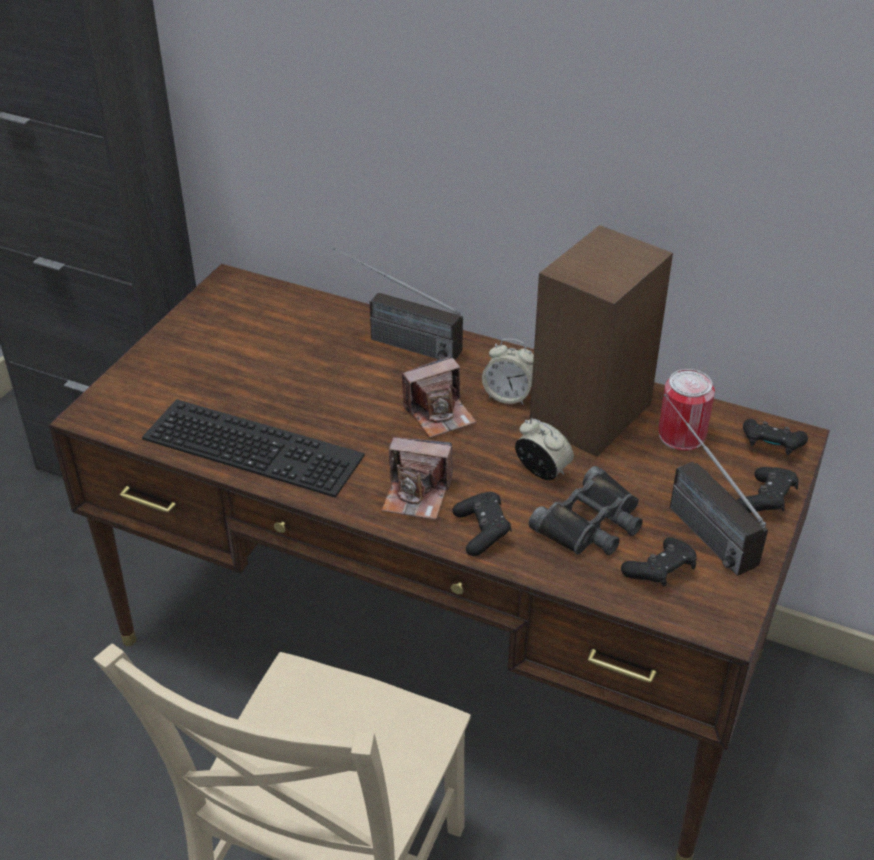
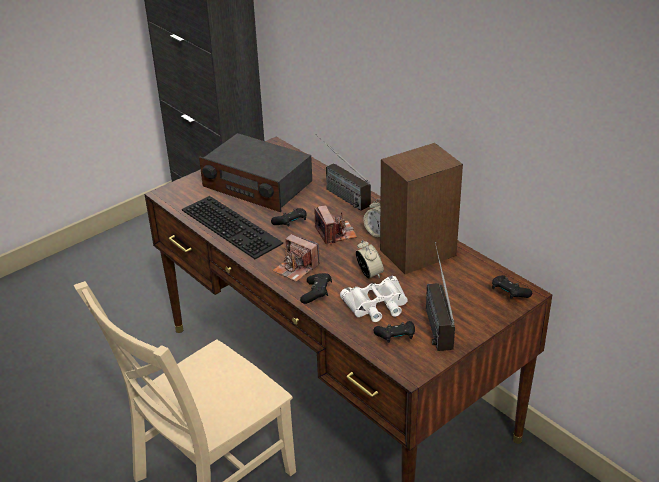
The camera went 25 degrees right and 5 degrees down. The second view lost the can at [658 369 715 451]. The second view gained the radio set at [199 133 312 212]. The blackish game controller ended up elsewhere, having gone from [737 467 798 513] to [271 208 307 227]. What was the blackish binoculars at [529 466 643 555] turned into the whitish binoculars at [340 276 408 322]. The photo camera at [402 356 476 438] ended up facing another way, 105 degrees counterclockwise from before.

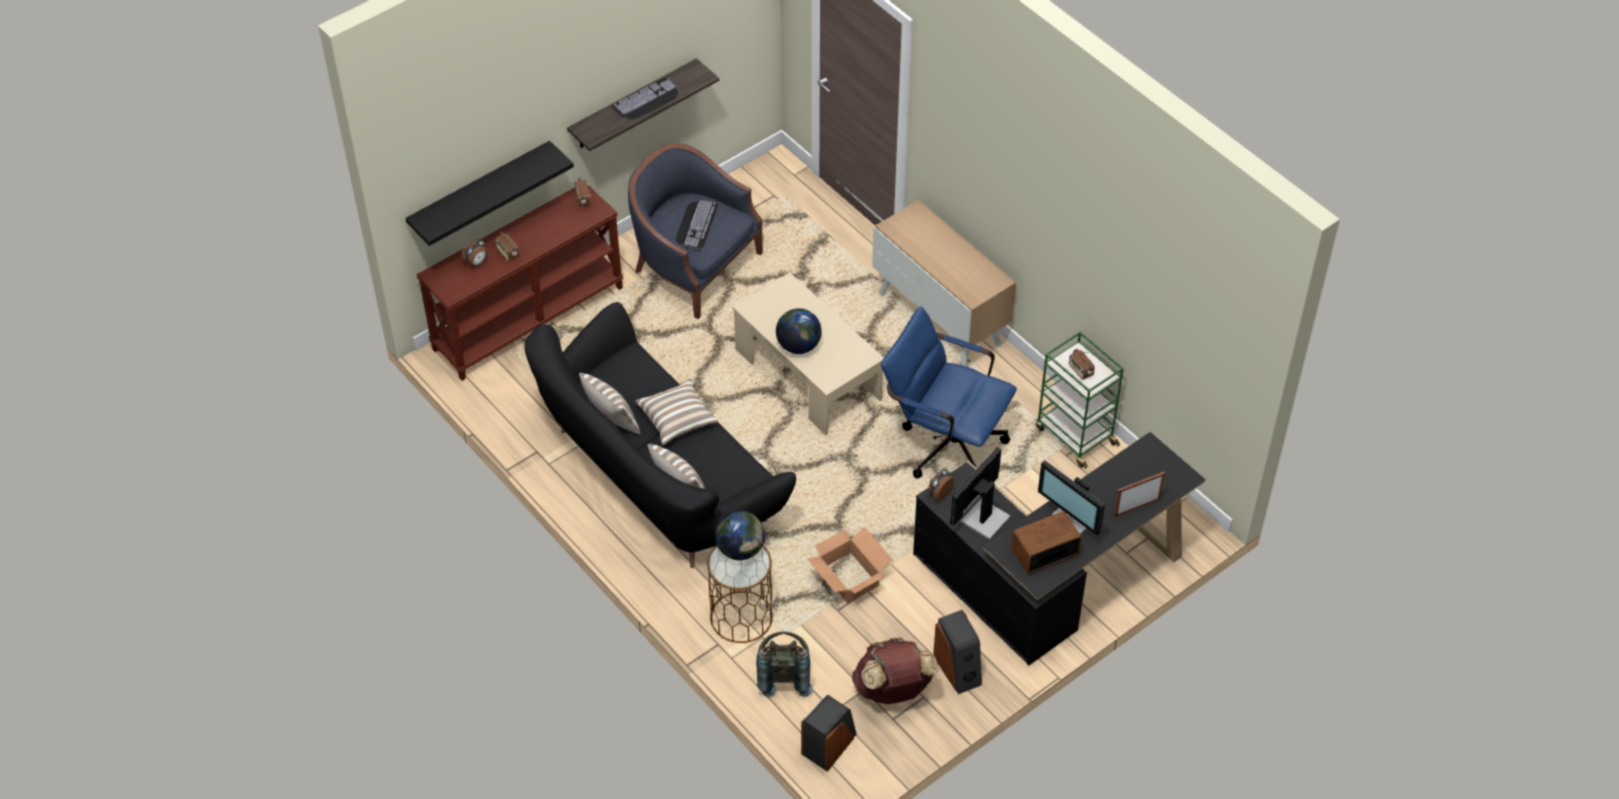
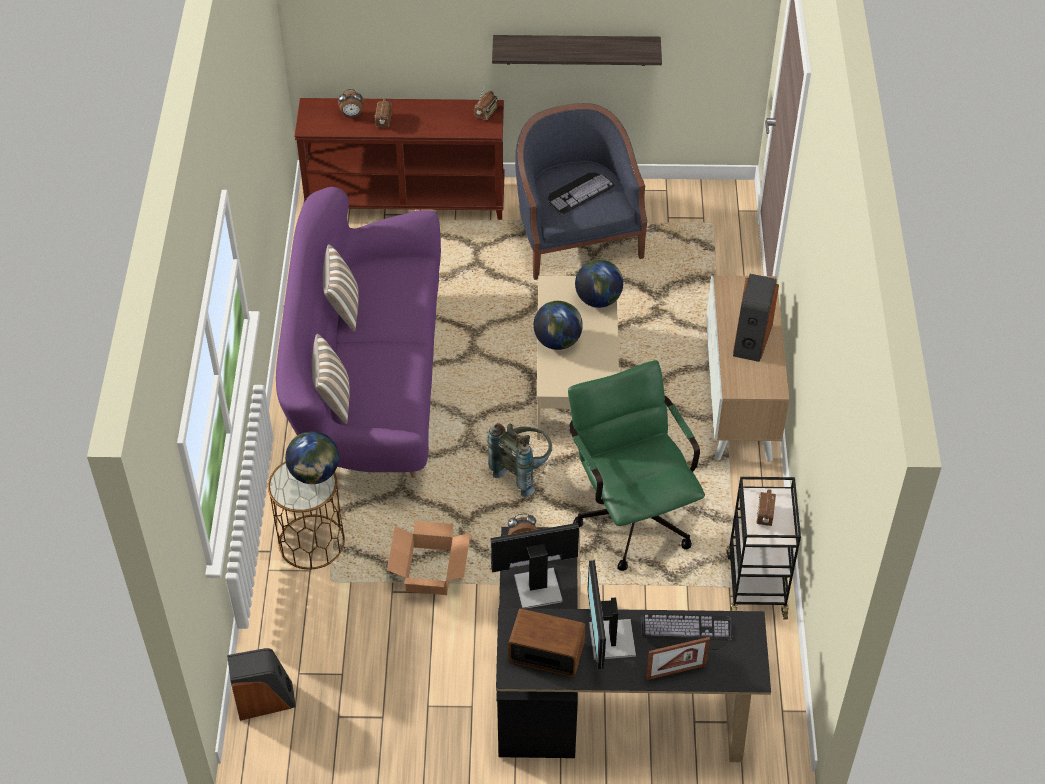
The camera went 40 degrees right and 0 degrees up. The second view lost the blackish bracket shelf at [405 141 574 246]. The second view lost the pillow at [635 379 718 445]. The second view lost the brownish rucksack at [852 637 939 704]. The second view gained the world globe at [575 259 623 308]. The computer keyboard ended up elsewhere, having gone from [612 78 679 119] to [642 614 732 650]. The grey rucksack ended up elsewhere, having gone from [756 631 813 697] to [487 423 552 497]. The audio speaker ended up elsewhere, having gone from [933 610 982 694] to [733 274 779 362]. What was the blackish sofa at [524 302 796 568] turned into the purple-coloured sofa at [276 187 441 478]. What was the blue computer chair at [881 306 1017 478] turned into the greenish computer chair at [568 360 705 571]. What was the greenish trolley at [1036 332 1124 468] turned into the blackish trolley at [726 477 801 620]. The standing frame at [1114 472 1165 517] ended up facing another way, 150 degrees clockwise from before.

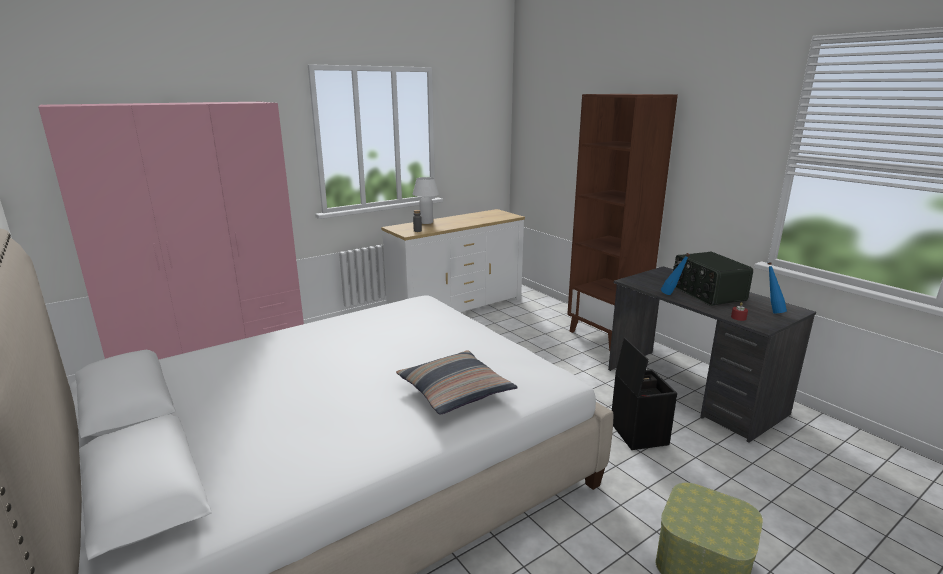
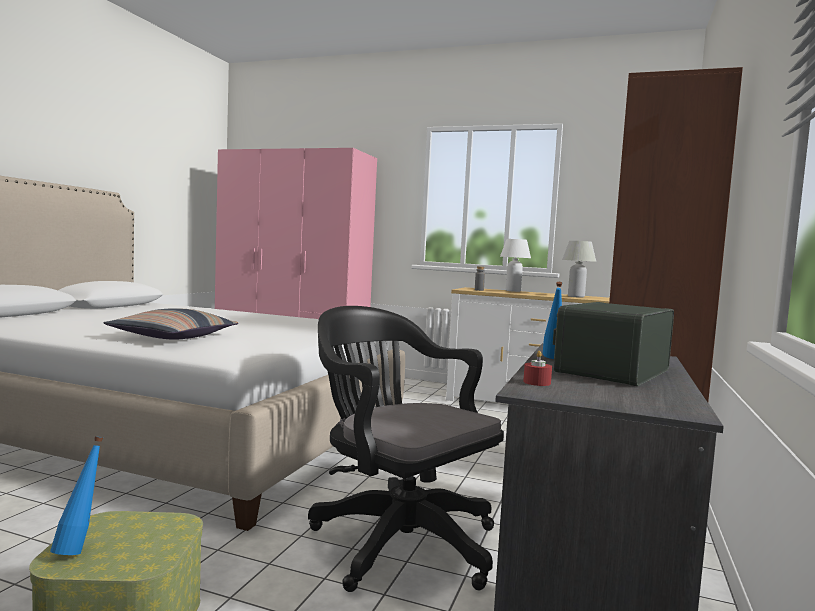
The camera went 55 degrees right and 15 degrees down. The second view gained the whitish table lamp at [562 241 596 298]. The blue bottle ended up elsewhere, having gone from [768 262 787 313] to [50 436 103 555]. Where the blackish storage container stood at [612 338 677 450], the blackish computer chair came to stand at [308 306 504 592].

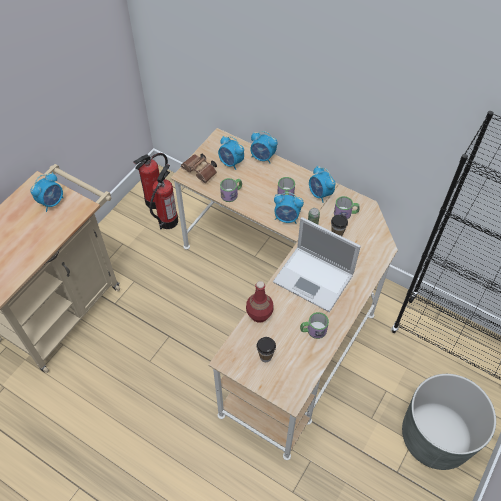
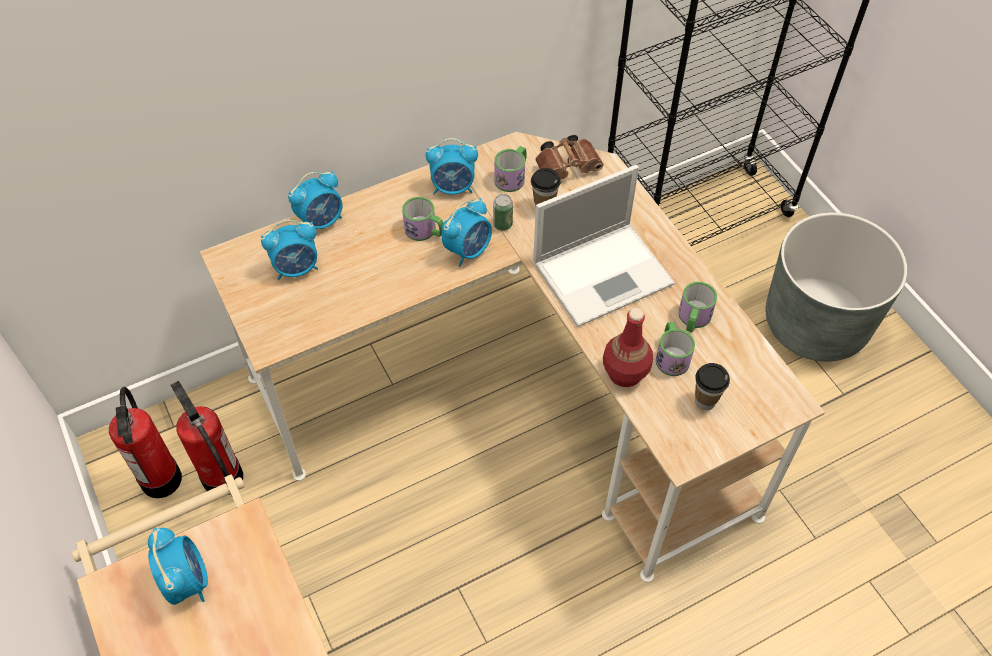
The camera went 60 degrees left and 0 degrees up. The brownish binoculars ended up elsewhere, having gone from [181 154 217 183] to [535 135 604 180]. The mug ended up elsewhere, having gone from [220 178 242 202] to [656 322 695 376].

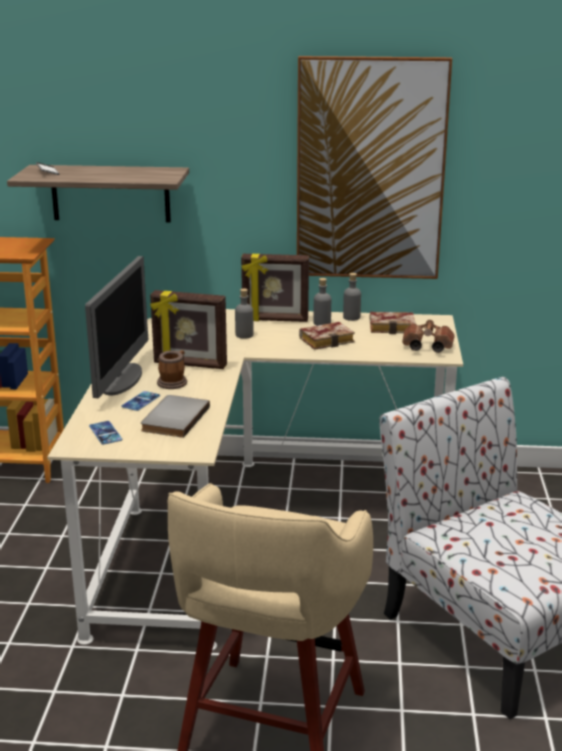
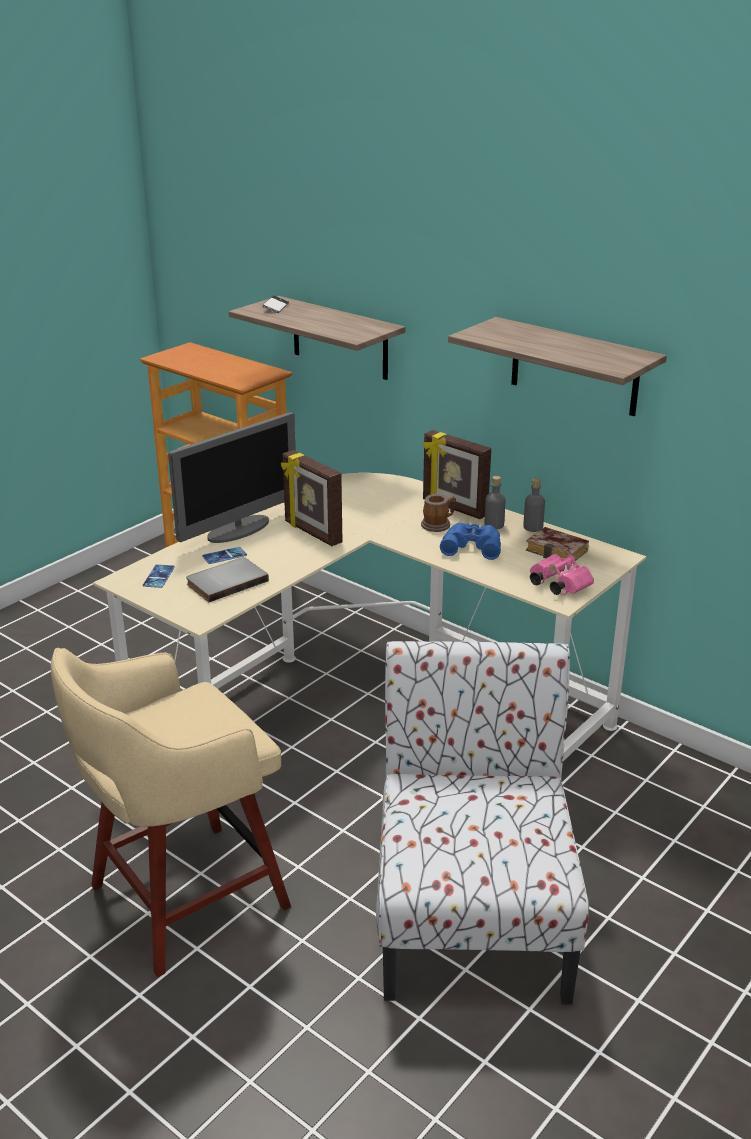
The camera went 35 degrees right and 5 degrees up. The second view lost the grey bottle at [235 289 253 339]. The mug ended up elsewhere, having gone from [157 350 187 389] to [421 494 456 532]. Where the wall picture hung at [297 56 452 279], the bracket shelf came to hang at [448 317 667 416]. Where the bound book stood at [299 322 355 350], the blue binoculars came to stand at [440 522 501 560]. What was the brownish binoculars at [402 320 455 353] turned into the pink binoculars at [530 554 594 595].

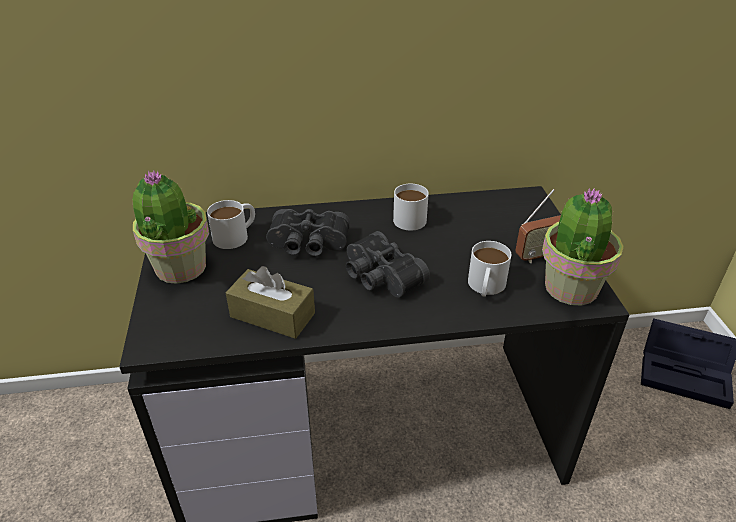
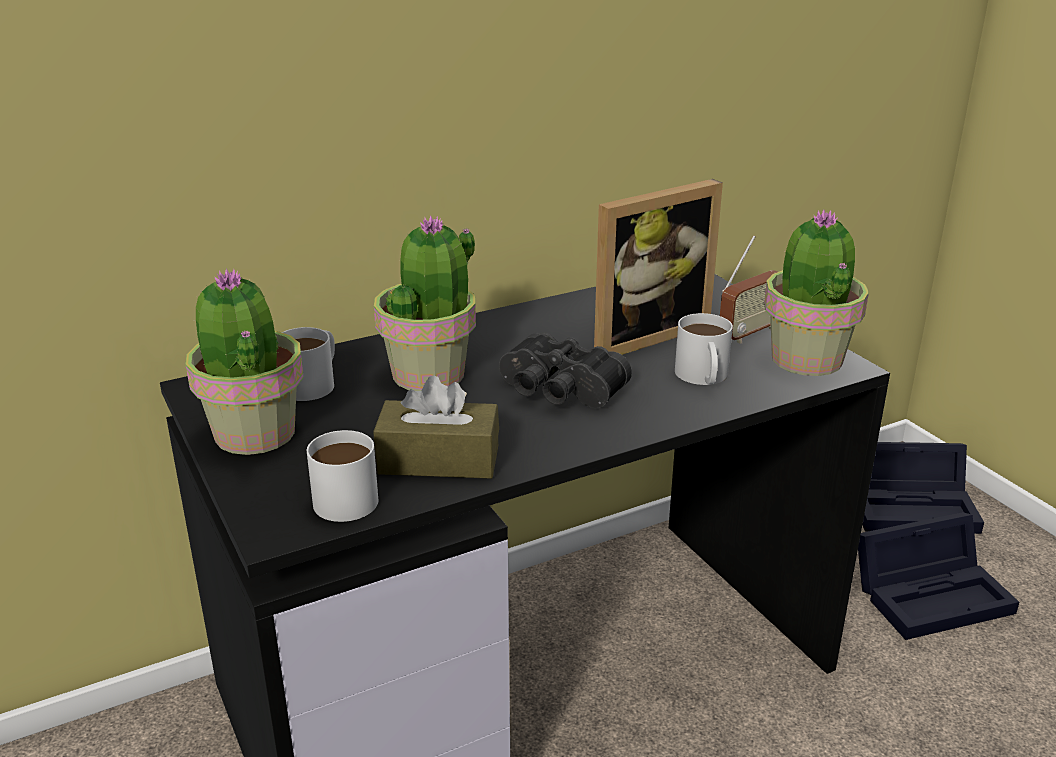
The camera went 20 degrees left and 10 degrees down. The second view gained the standing frame at [594 179 723 355]. The second view gained the blackish storage container at [858 512 1019 640]. The whitish mug ended up elsewhere, having gone from [393 184 429 230] to [307 430 378 522]. Where the blackish binoculars stood at [266 209 350 256], the potted plant came to stand at [374 215 476 391].

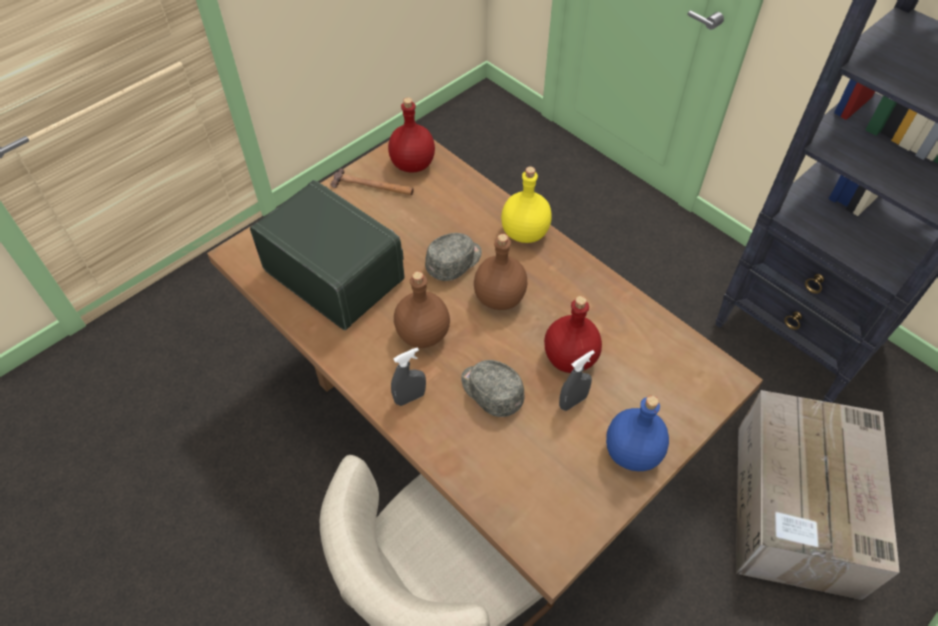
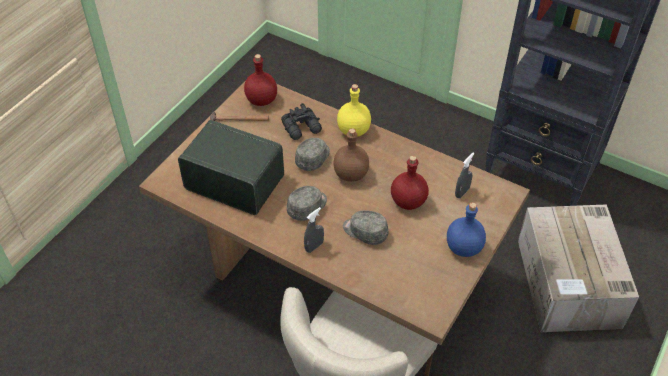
The camera went 15 degrees left and 5 degrees down. The second view gained the blackish binoculars at [281 103 322 140]. The grey hand sprayer ended up elsewhere, having gone from [559 350 595 411] to [455 153 474 198]. Where the brownish bottle stood at [394 271 450 348], the grey cap came to stand at [287 186 327 221].

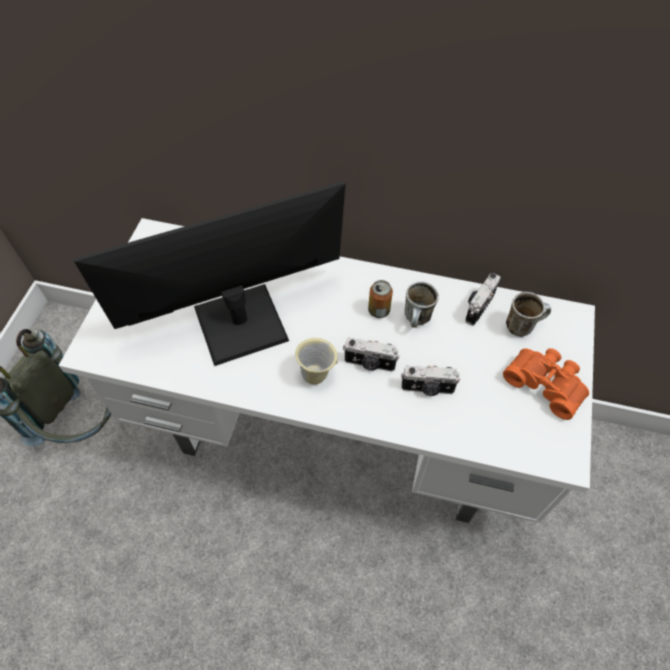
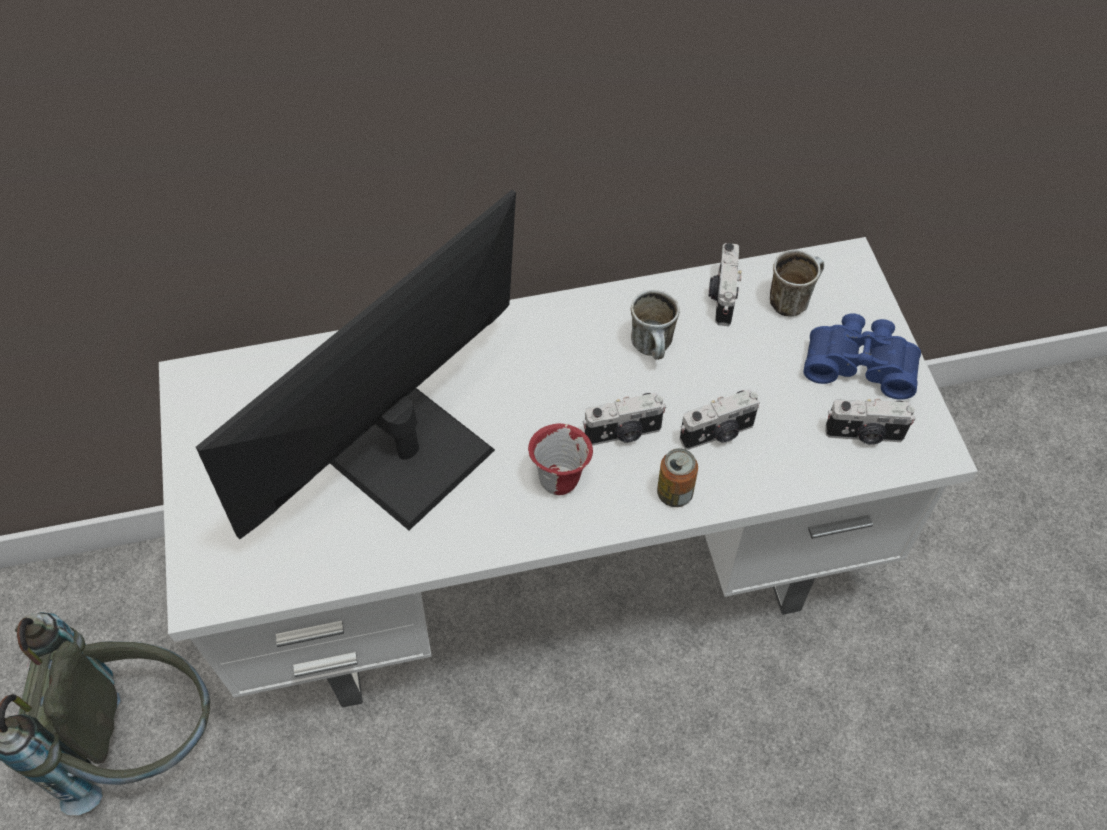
The camera went 25 degrees left and 0 degrees up. The second view gained the photo camera at [825 399 915 445]. The can ended up elsewhere, having gone from [368 280 393 318] to [657 448 698 507]. What was the beige-coloured mug at [295 338 338 384] turned into the red mug at [528 424 593 495]. What was the orange binoculars at [503 348 589 420] turned into the blue binoculars at [803 313 921 400].

